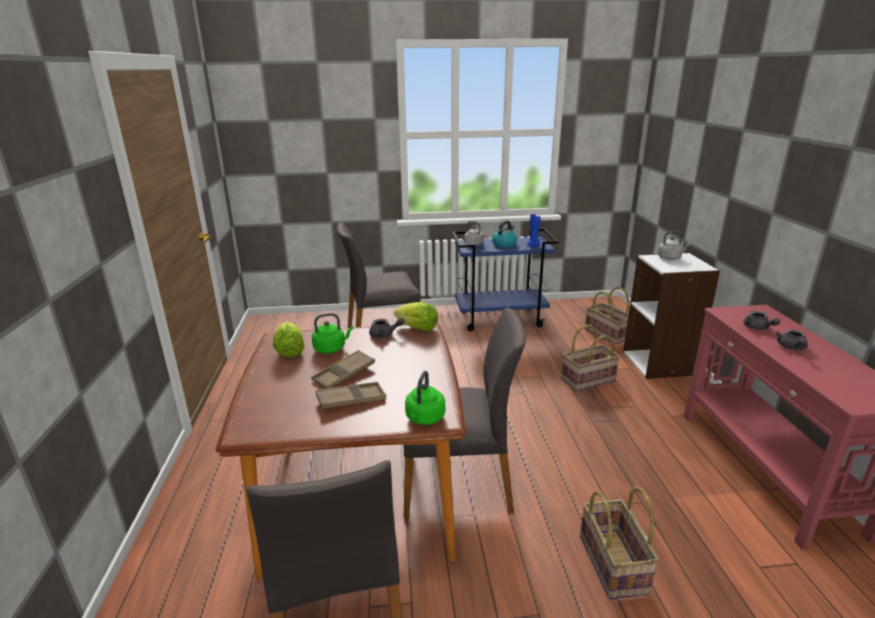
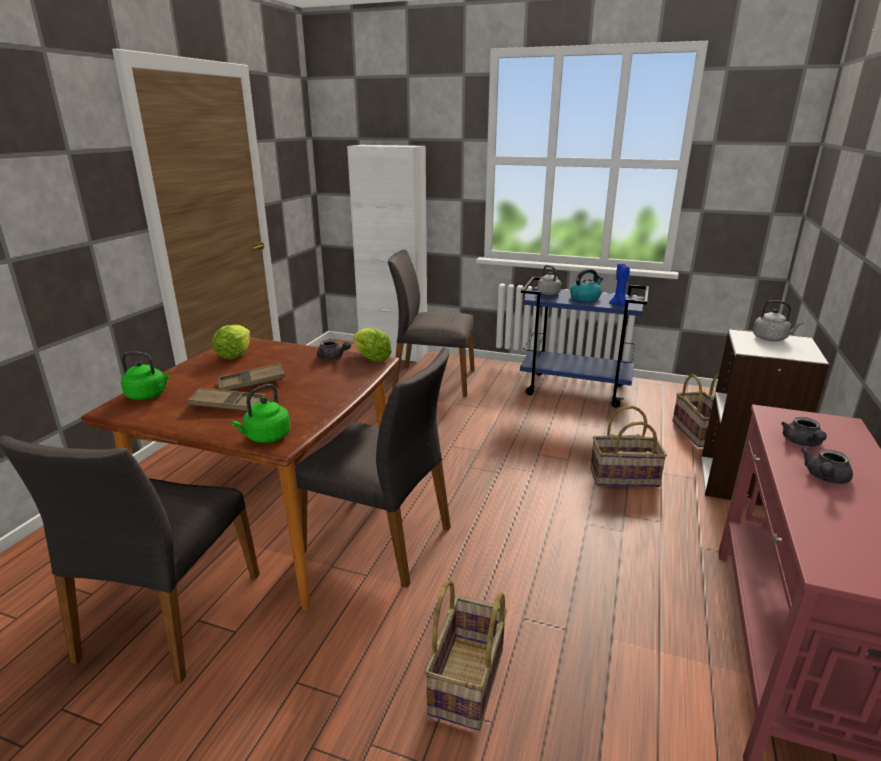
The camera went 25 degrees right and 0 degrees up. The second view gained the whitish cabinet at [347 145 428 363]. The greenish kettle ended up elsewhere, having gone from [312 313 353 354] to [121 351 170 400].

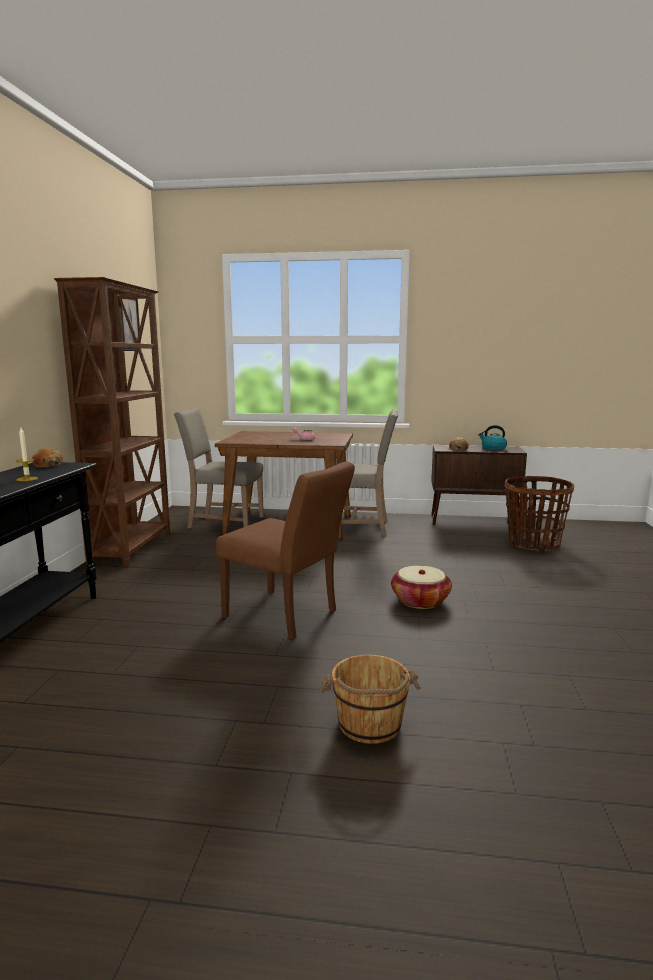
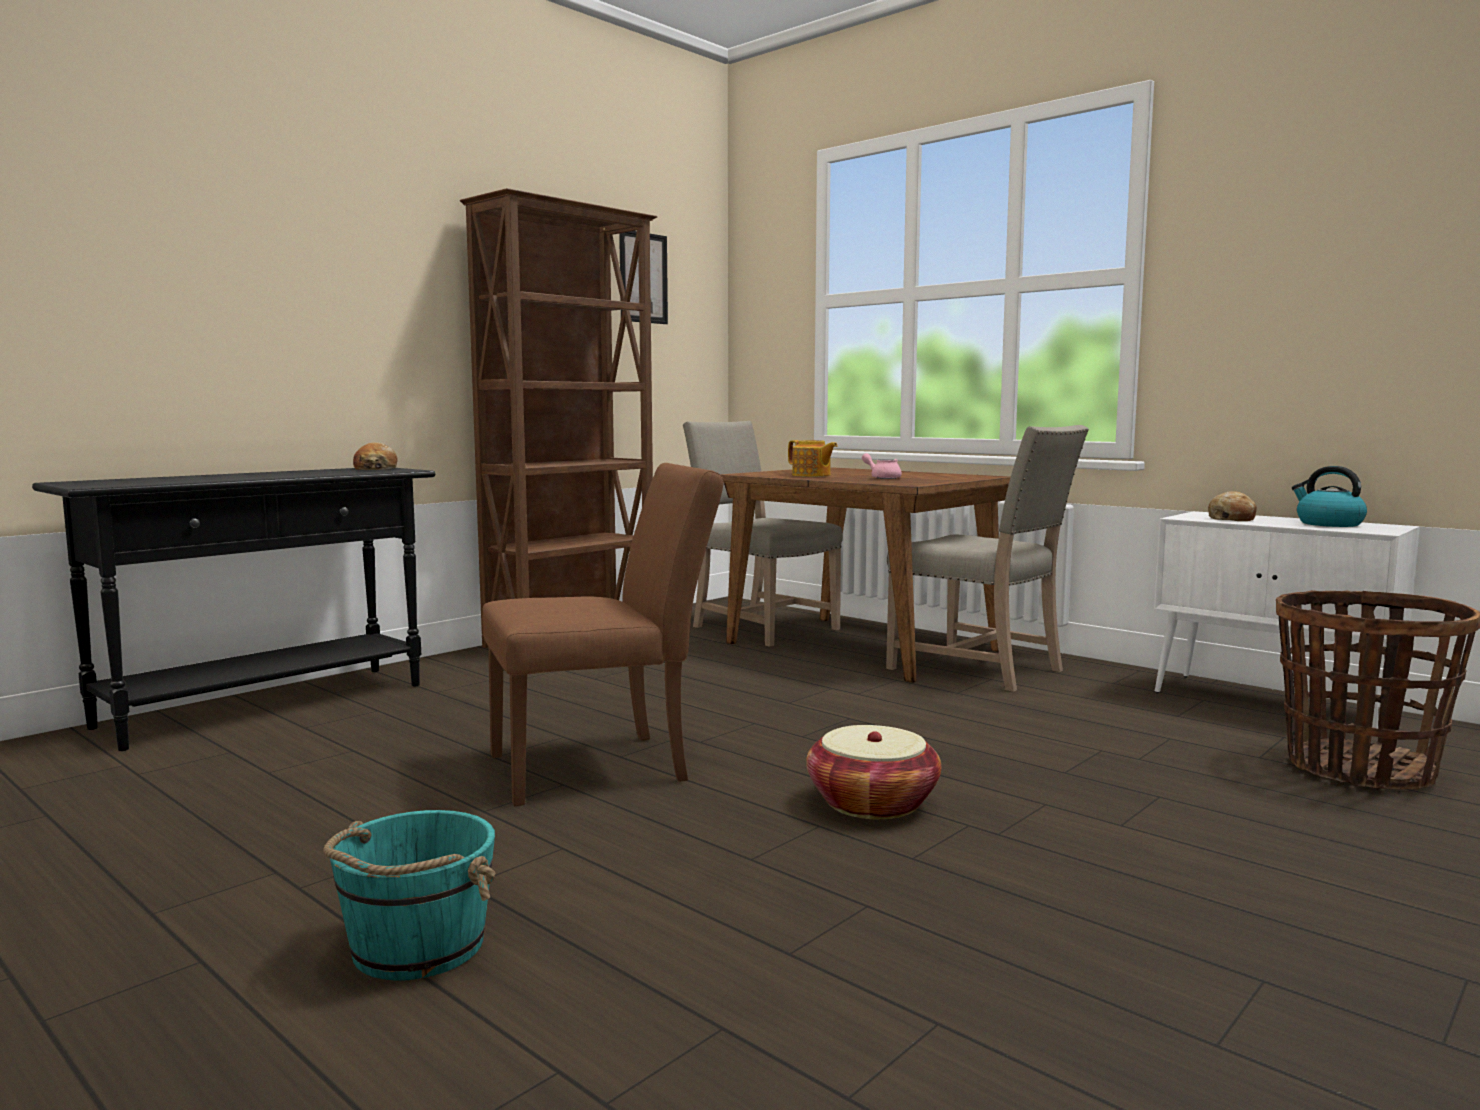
The camera went 35 degrees right and 5 degrees down. The second view lost the wax light at [16 428 38 481]. The second view gained the tea pot at [788 440 838 477]. What was the brownish water bucket at [319 654 420 744] turned into the turquoise-coloured water bucket at [323 810 495 981]. What was the brownish cabinet at [431 445 527 526] turned into the whitish cabinet at [1154 511 1420 729]. The brownish chair at [216 462 355 639] ended up facing another way, 90 degrees counterclockwise from before.

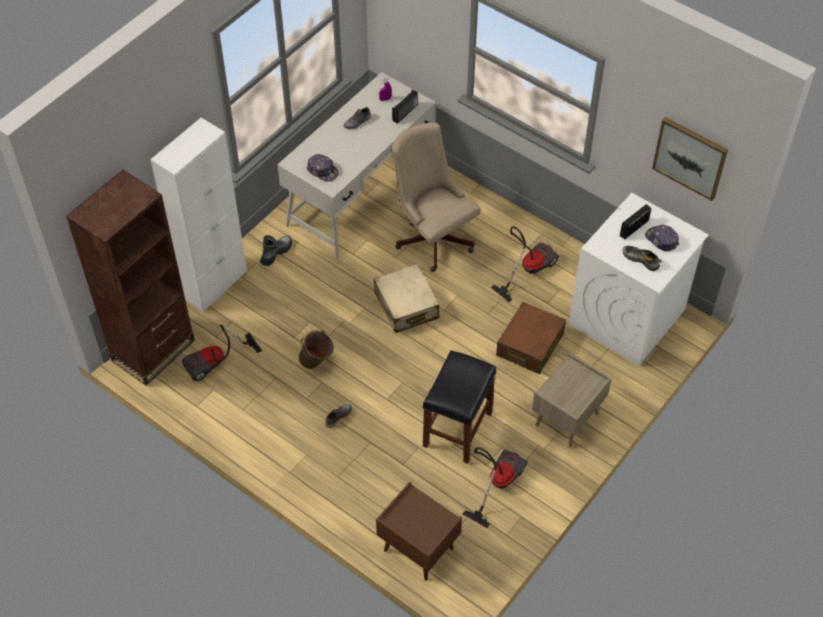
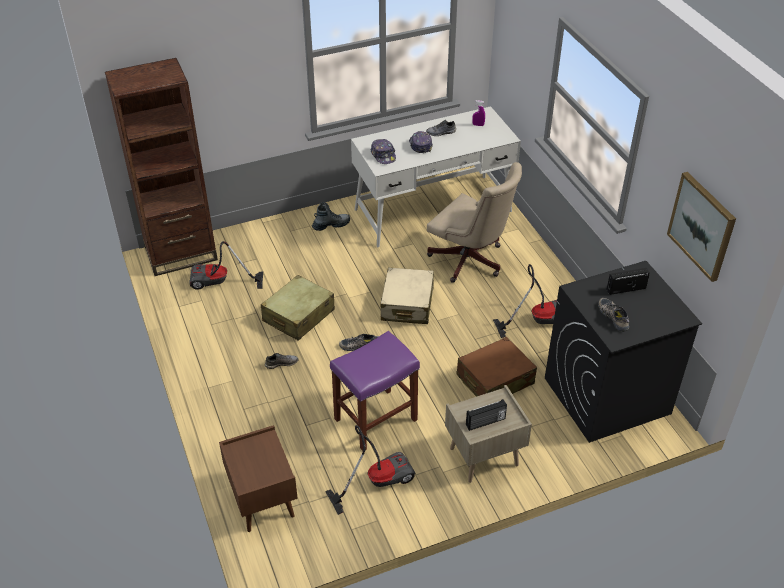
The camera went 30 degrees right and 10 degrees down. The second view lost the whitish cabinet at [150 118 247 312]. The second view gained the item of footwear at [339 334 379 351]. The radio set ended up elsewhere, having gone from [392 89 418 124] to [466 399 507 431]. The cap ended up elsewhere, having gone from [645 225 679 251] to [409 131 433 153]. Where the greenish water bucket stood at [298 330 334 369], the beige-coloured travel case came to stand at [261 275 335 341]. What was the blackish stool seat at [423 350 496 464] turned into the purple-coloured stool seat at [330 331 420 451]. What was the whitish laundry machine at [569 193 708 366] turned into the blackish laundry machine at [545 261 702 443]. The beige-coloured computer chair at [391 122 481 272] ended up facing another way, 135 degrees clockwise from before.

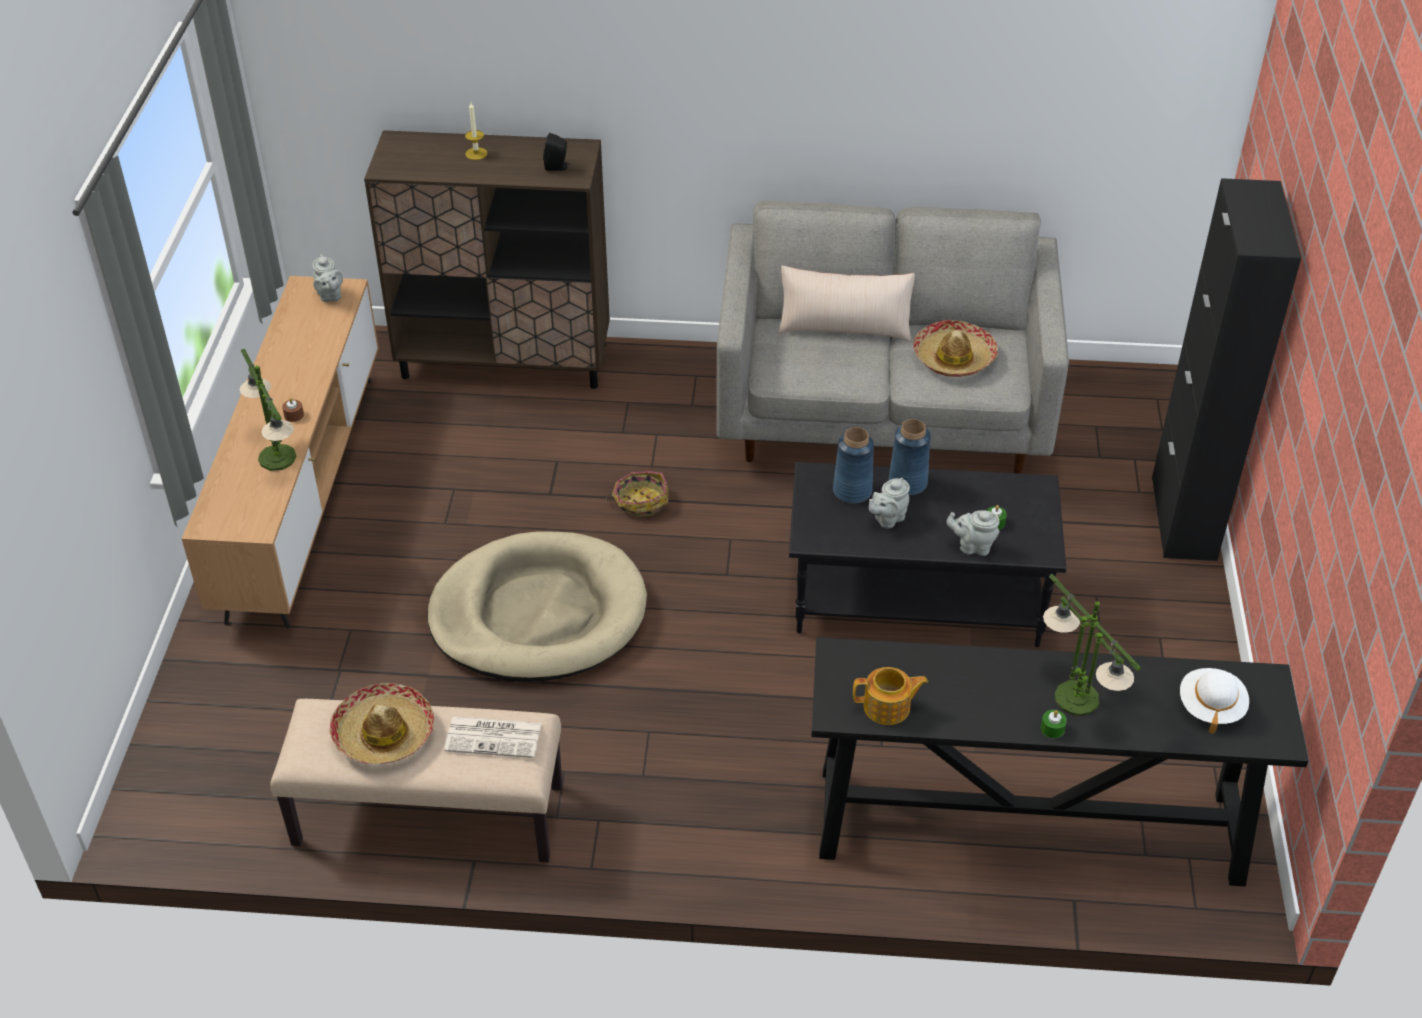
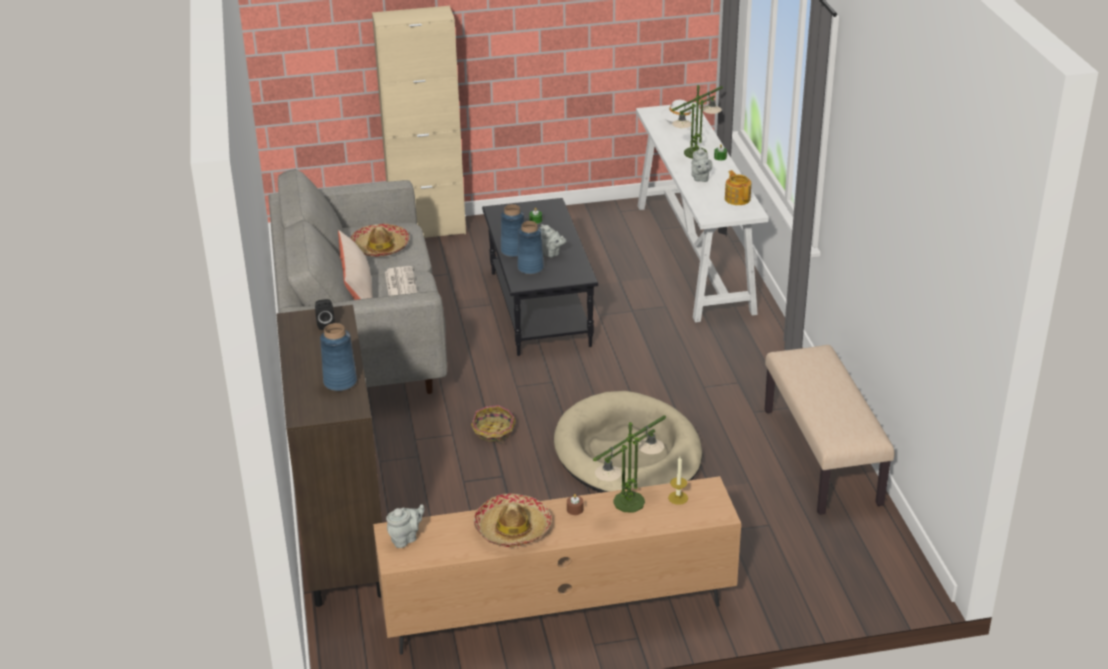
The camera went 105 degrees left and 10 degrees down. The second view gained the blue flower vase at [320 323 357 391]. The wearable hat ended up elsewhere, having gone from [330 683 434 764] to [474 493 551 547]. The newspaper ended up elsewhere, having gone from [444 716 542 758] to [385 266 417 296]. The wax light ended up elsewhere, having gone from [465 103 487 160] to [668 456 688 505]. The grey tea pot ended up elsewhere, having gone from [947 510 999 556] to [691 147 713 182]. What was the blackish console table at [811 637 1309 886] turned into the whitish console table at [636 102 769 322]. What was the blackish cabinet at [1152 178 1301 561] turned into the beige-coloured cabinet at [372 6 466 238].

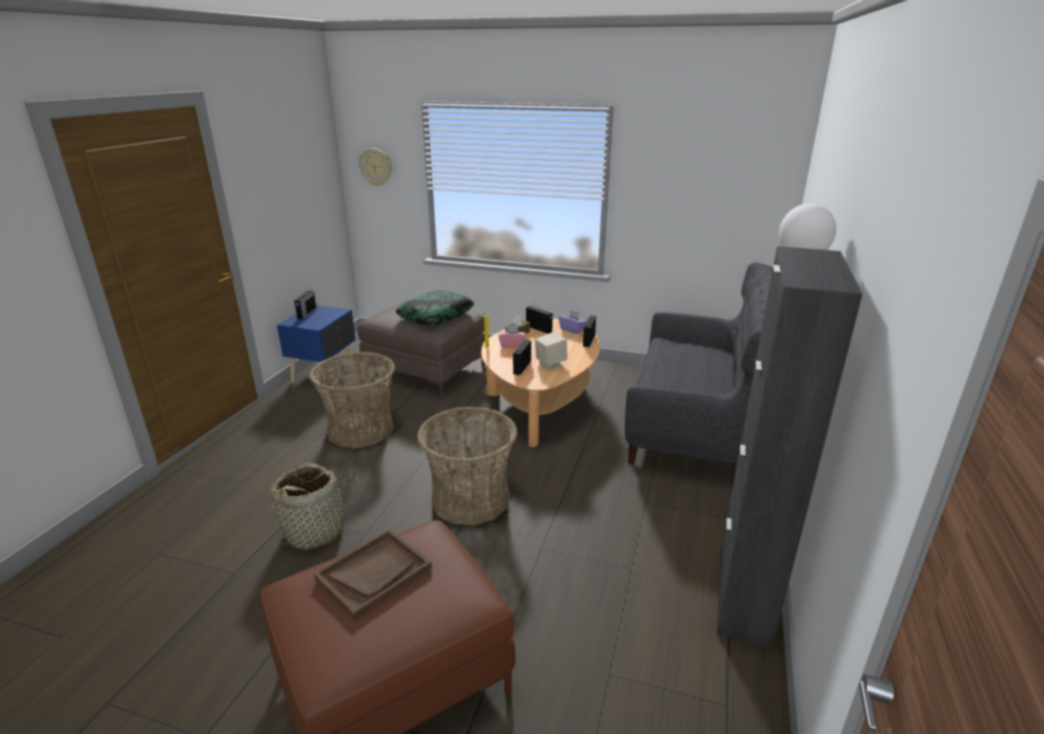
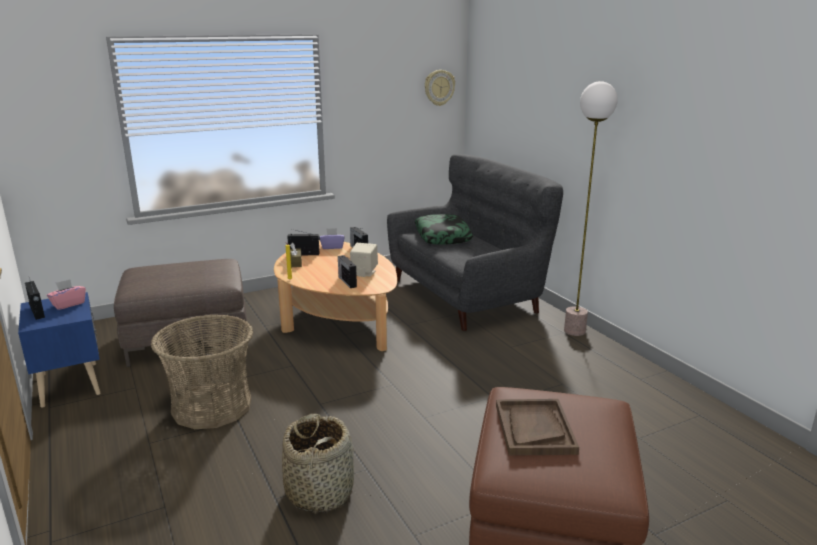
The camera went 45 degrees left and 5 degrees down. The second view lost the household basket at [417 407 517 525]. The second view lost the blackish cabinet at [717 246 862 647]. The clock on the wall ended up elsewhere, having gone from [359 148 392 186] to [425 70 455 106]. The pillow ended up elsewhere, having gone from [396 290 474 326] to [415 214 473 245]. The pink tissue holder ended up elsewhere, having gone from [498 325 526 348] to [47 279 86 310].

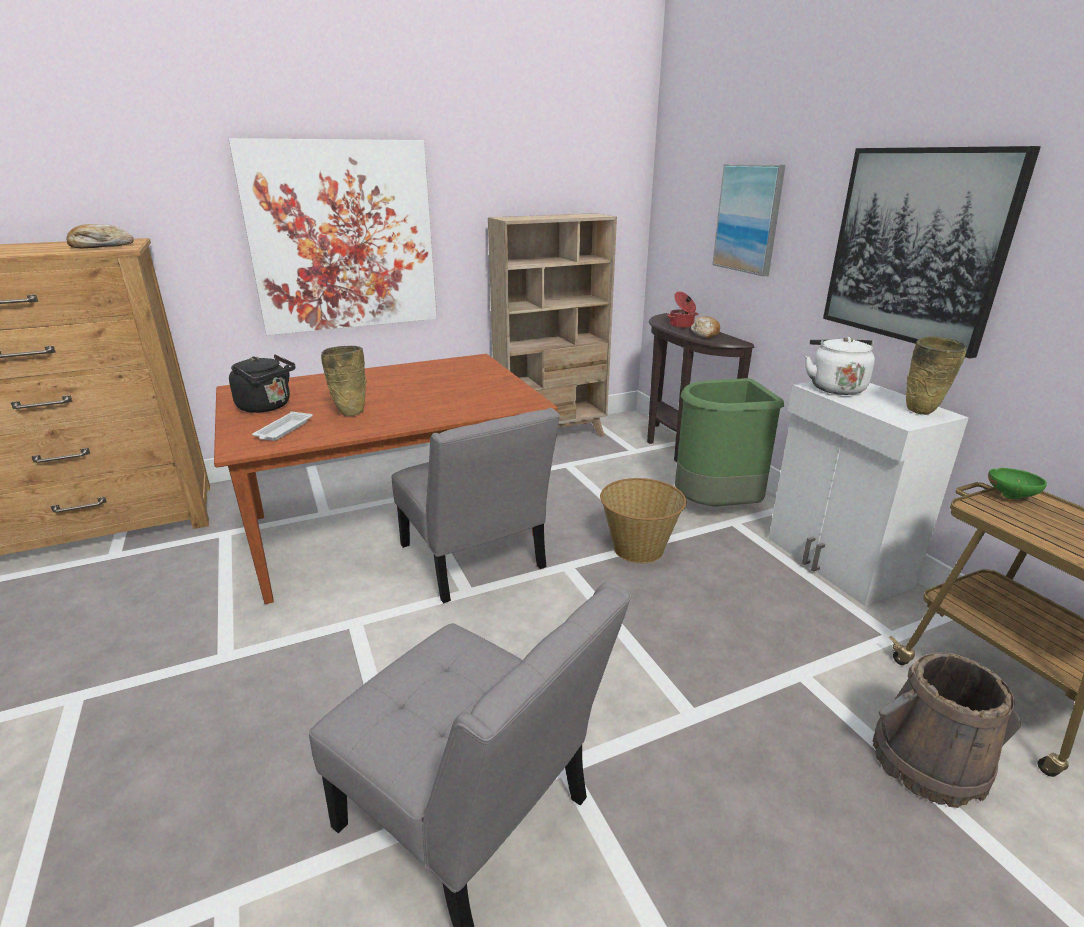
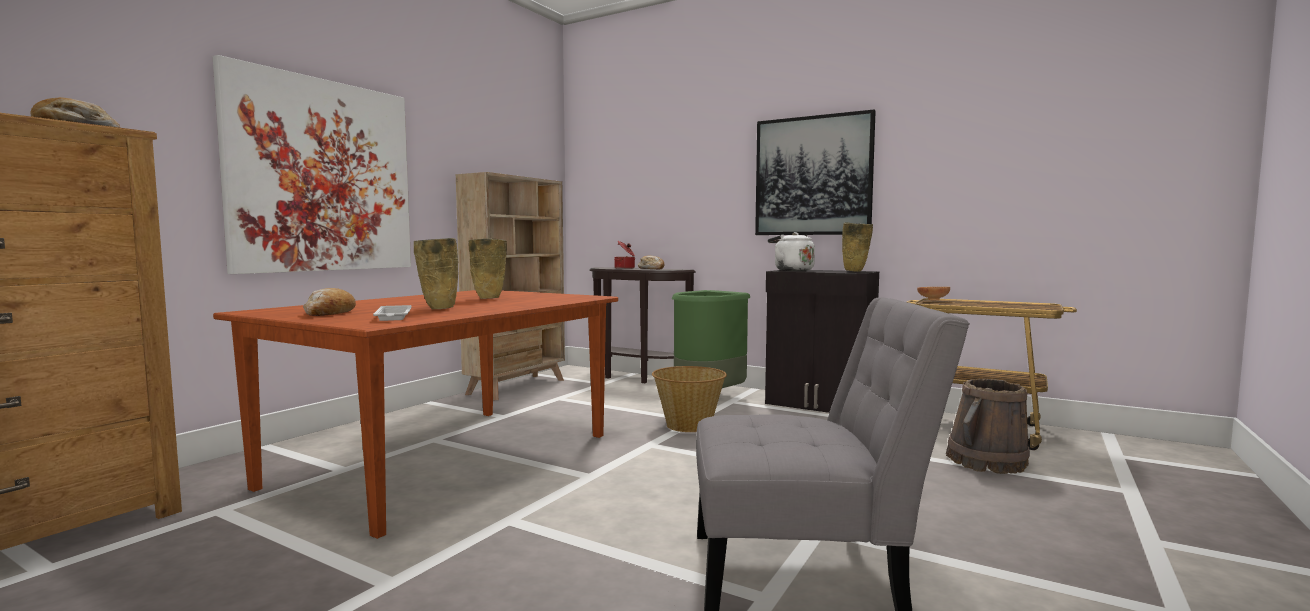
The camera went 35 degrees left and 20 degrees down. The second view lost the grey chair at [392 408 560 603]. The second view lost the wall picture at [712 164 785 276]. The second view gained the beige-coloured flower vase at [468 239 507 299]. Where the blackish kettle stood at [229 354 295 413], the baked bread came to stand at [303 288 356 316]. What was the whitish cabinet at [769 381 969 606] turned into the blackish cabinet at [765 270 879 413]. What was the greenish deep dish at [988 468 1047 499] turned into the brownish deep dish at [917 287 950 301].

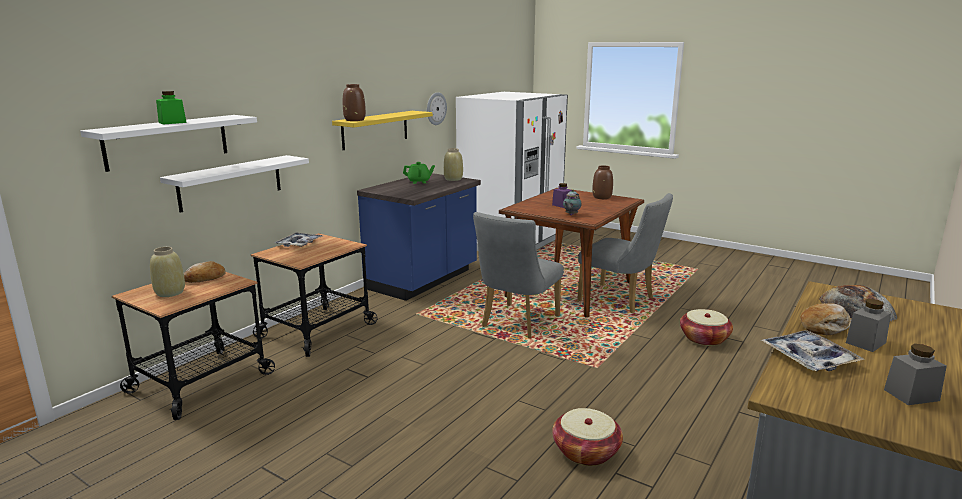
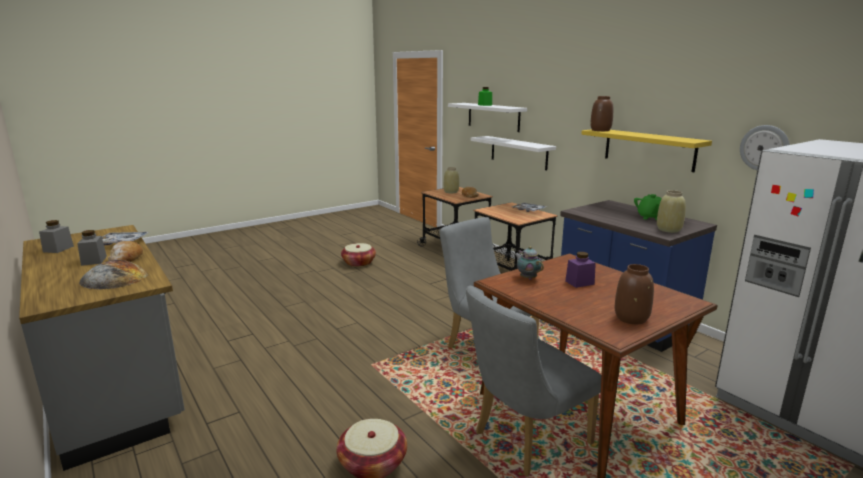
The camera went 110 degrees right and 0 degrees up. The household basket ended up elsewhere, having gone from [552 408 623 466] to [341 243 376 267].

